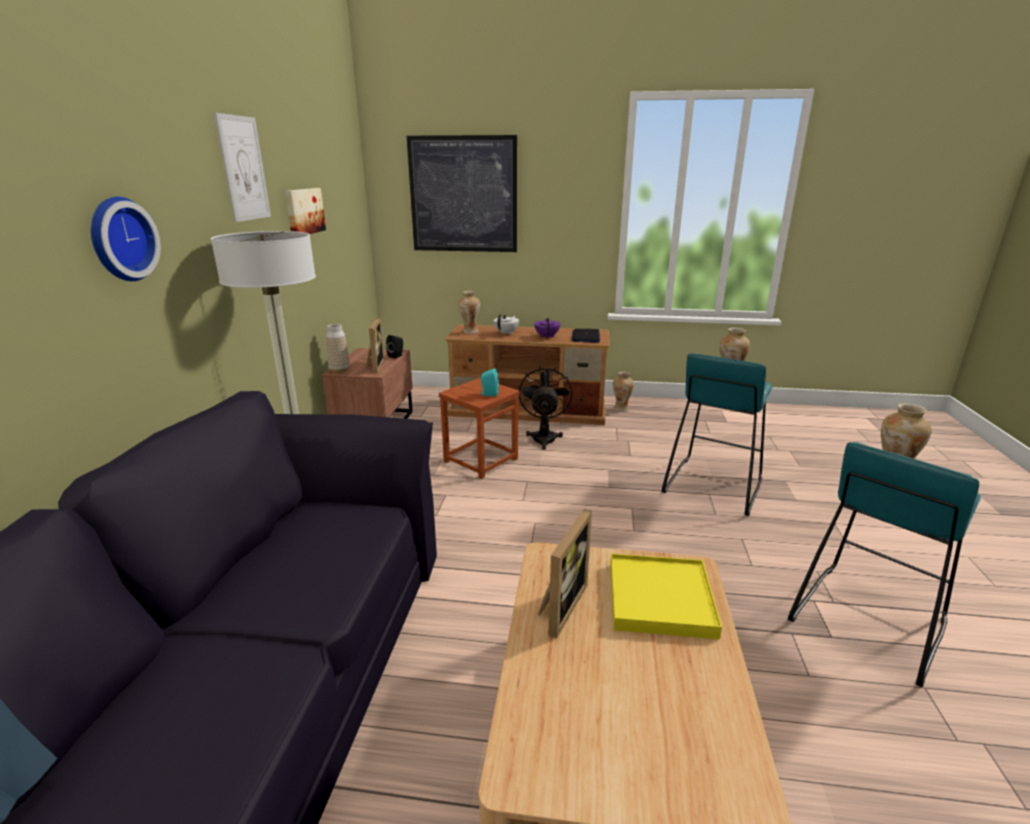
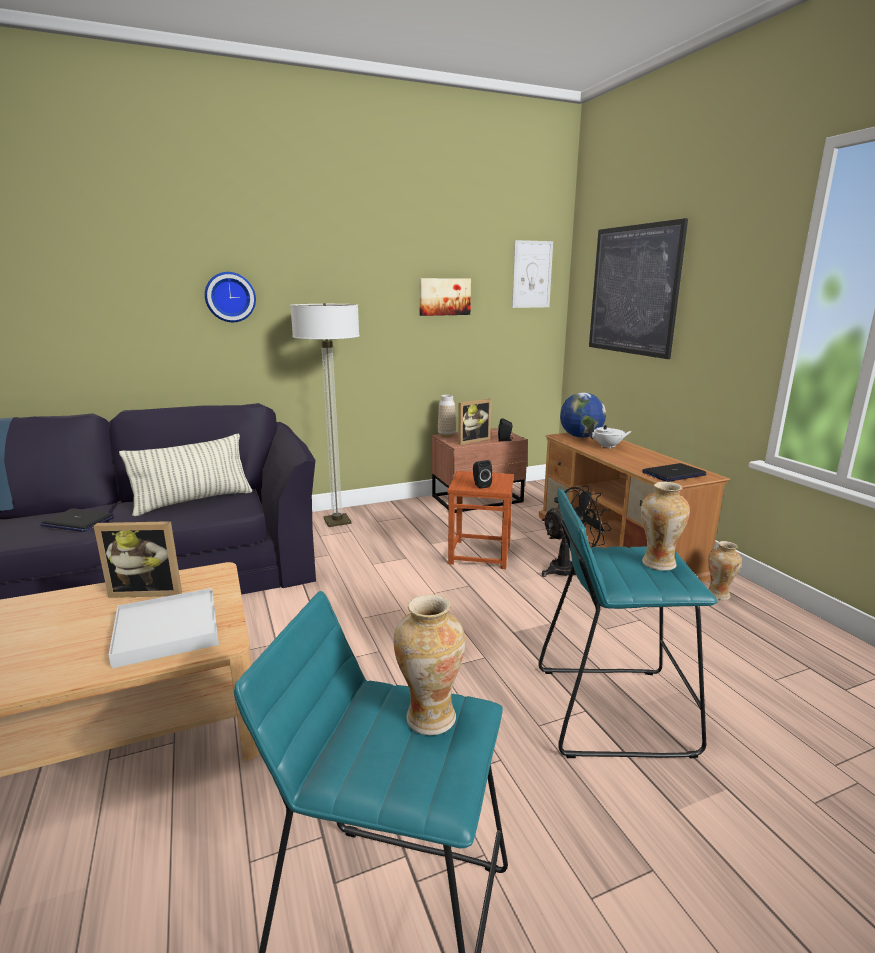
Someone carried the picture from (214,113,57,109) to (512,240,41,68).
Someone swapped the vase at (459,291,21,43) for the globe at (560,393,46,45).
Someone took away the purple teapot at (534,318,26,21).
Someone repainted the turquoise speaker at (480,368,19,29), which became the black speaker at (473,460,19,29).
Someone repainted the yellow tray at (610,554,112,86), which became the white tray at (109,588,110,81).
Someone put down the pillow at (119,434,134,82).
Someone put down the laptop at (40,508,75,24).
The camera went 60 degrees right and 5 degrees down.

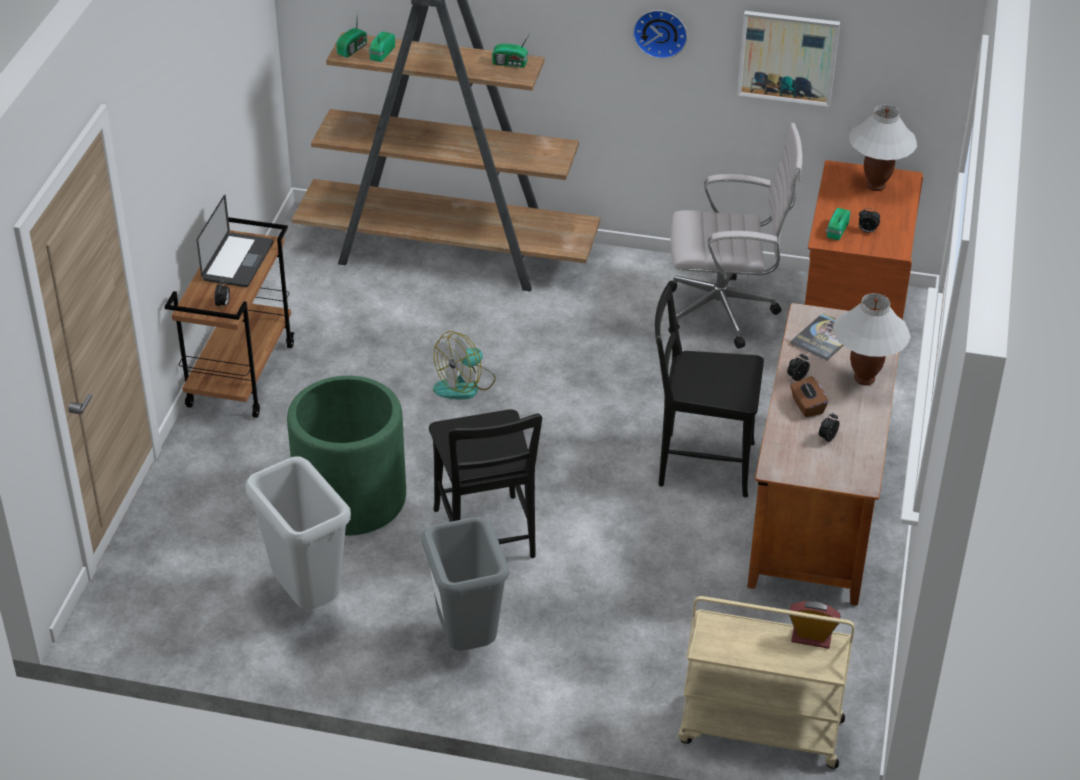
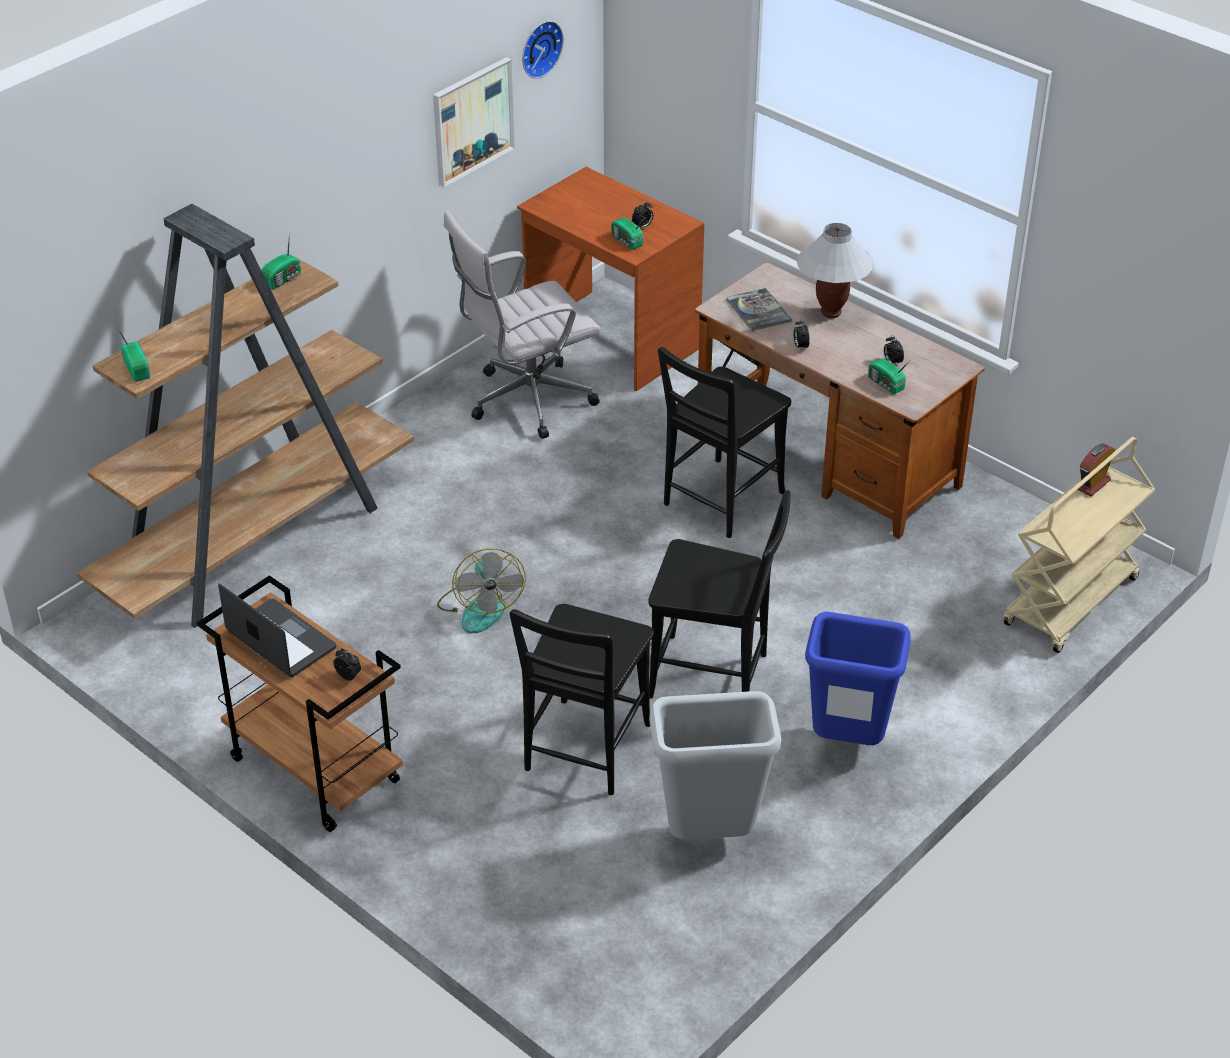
Someone carried the wall clock from (633,10,55,49) to (522,21,42,57).
Someone carried the radio from (369,32,26,30) to (868,359,42,35).
Someone took away the white table lamp at (849,105,68,86).
Someone rotated the white office chair at (667,123,136,226) by 150 degrees counterclockwise.
Someone swapped the green planter at (287,376,119,160) for the black chair at (510,604,144,191).
Someone took away the brown tissue box at (790,376,38,41).
Someone repainted the grey trash can at (421,517,89,134), which became the blue trash can at (805,612,106,133).
The camera went 60 degrees left and 0 degrees up.

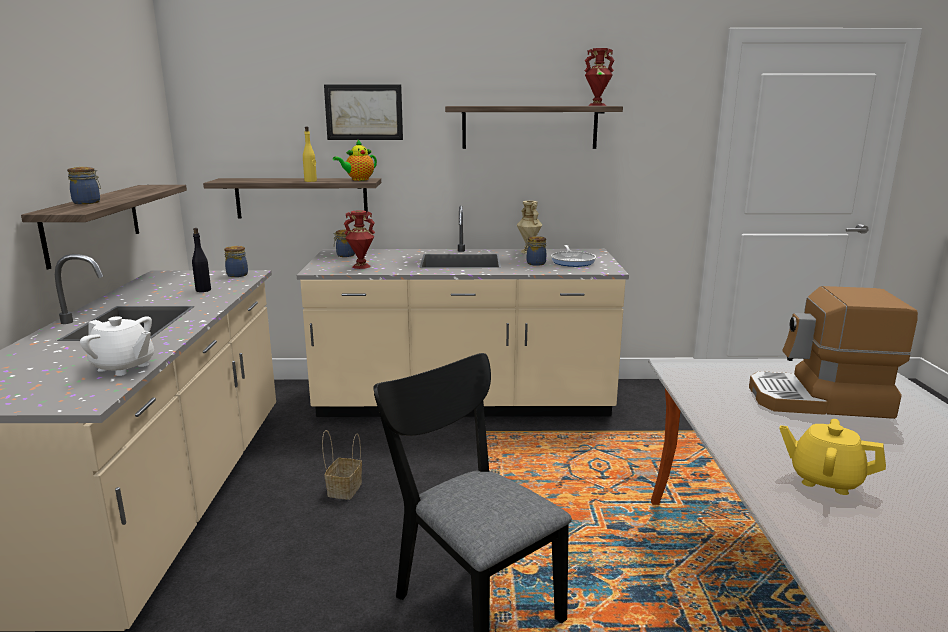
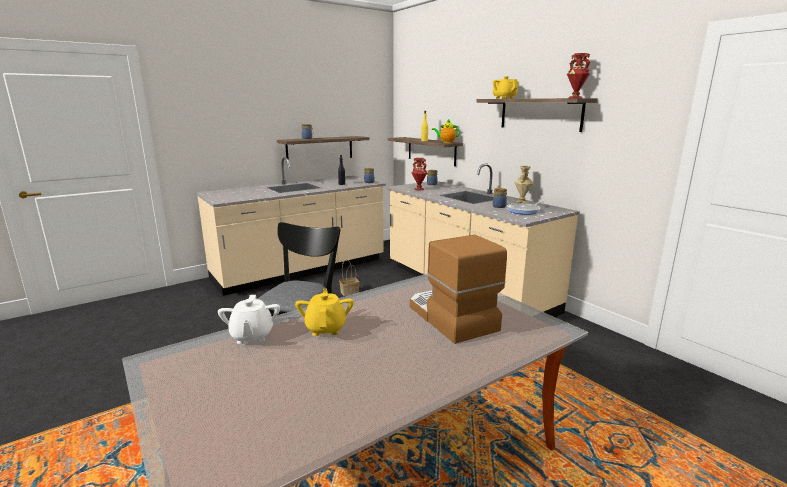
Someone took away the picture at (324,85,79,55).
Someone carried the white teapot from (80,316,74,60) to (218,295,62,49).
Someone put down the yellow teapot at (493,76,25,23).
The camera went 55 degrees right and 0 degrees up.

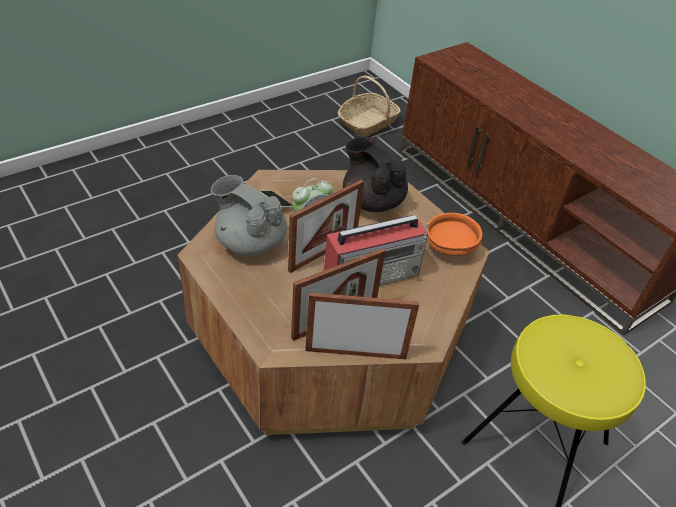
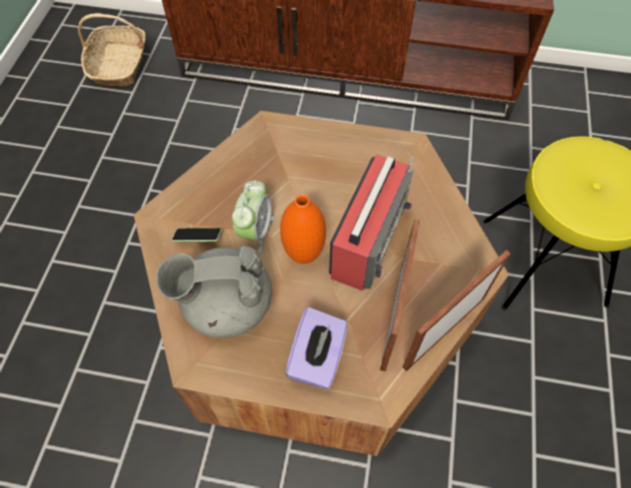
Someone took away the black teapot at (343,136,65,76).
Someone swapped the picture frame at (288,179,76,94) for the orange vase at (280,195,46,69).
Someone took away the orange bowl at (427,213,56,43).
Someone put down the purple tissue box at (285,307,62,82).
The camera went 40 degrees left and 15 degrees up.

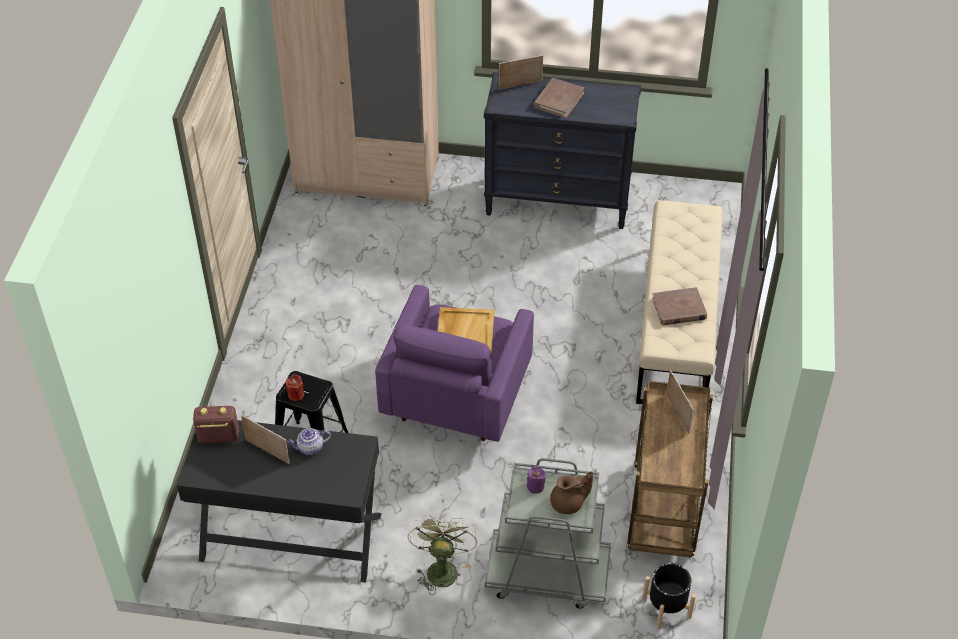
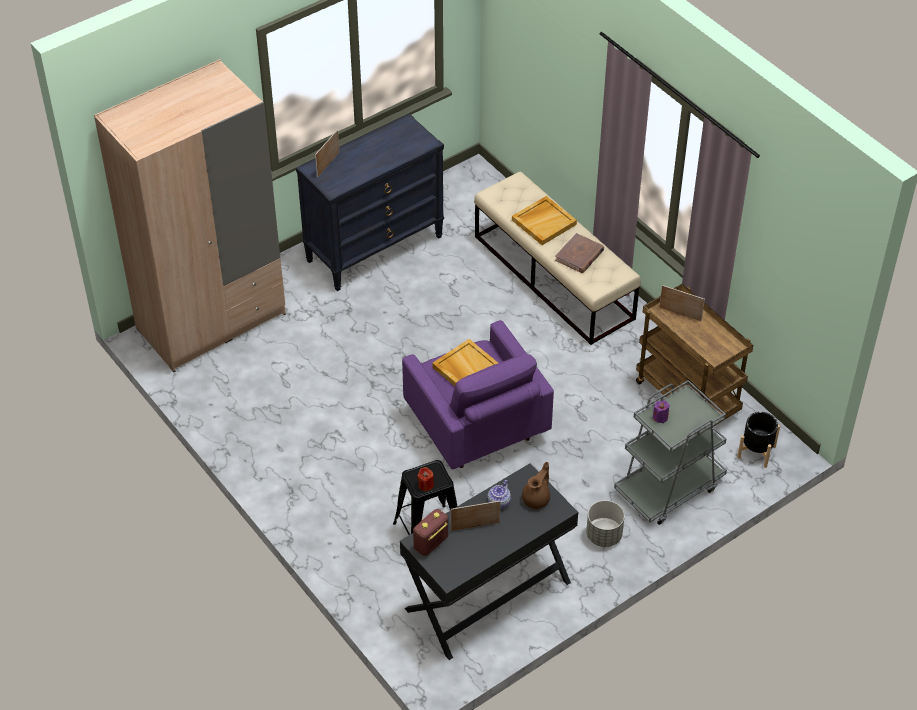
Someone took away the brown book at (533,78,51,40).
Someone carried the brown teapot from (550,472,43,42) to (522,462,28,47).
Someone swapped the green fan at (408,513,70,82) for the grey planter at (586,500,39,47).
Someone put down the beige tray at (512,196,65,49).
The camera went 45 degrees left and 0 degrees up.

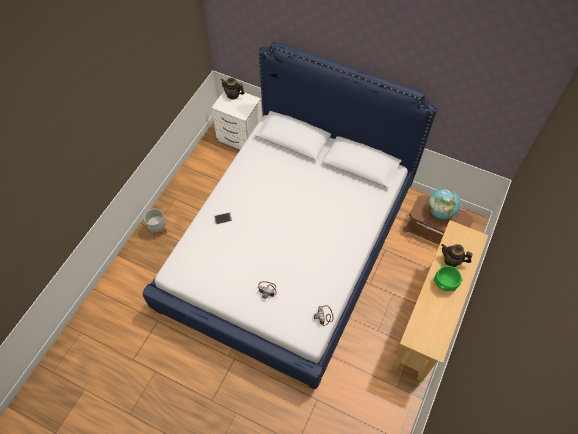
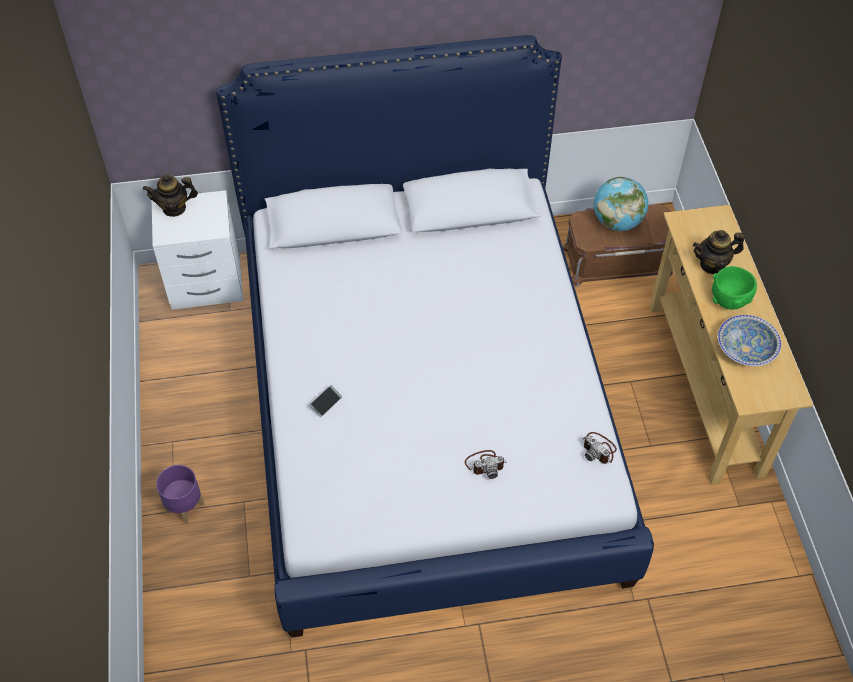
Someone repainted the grey planter at (144,209,23,29), which became the purple planter at (156,465,48,59).
Someone put down the bowl at (718,315,63,51).
The camera went 35 degrees left and 5 degrees down.

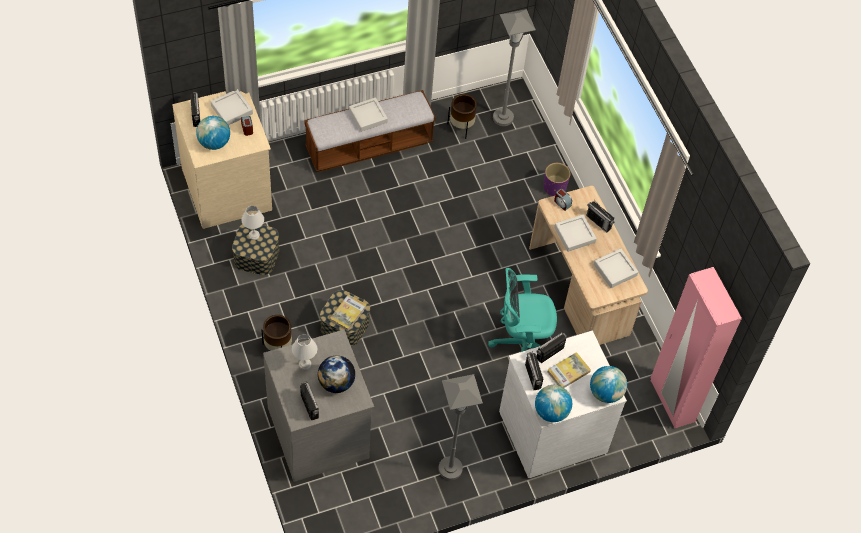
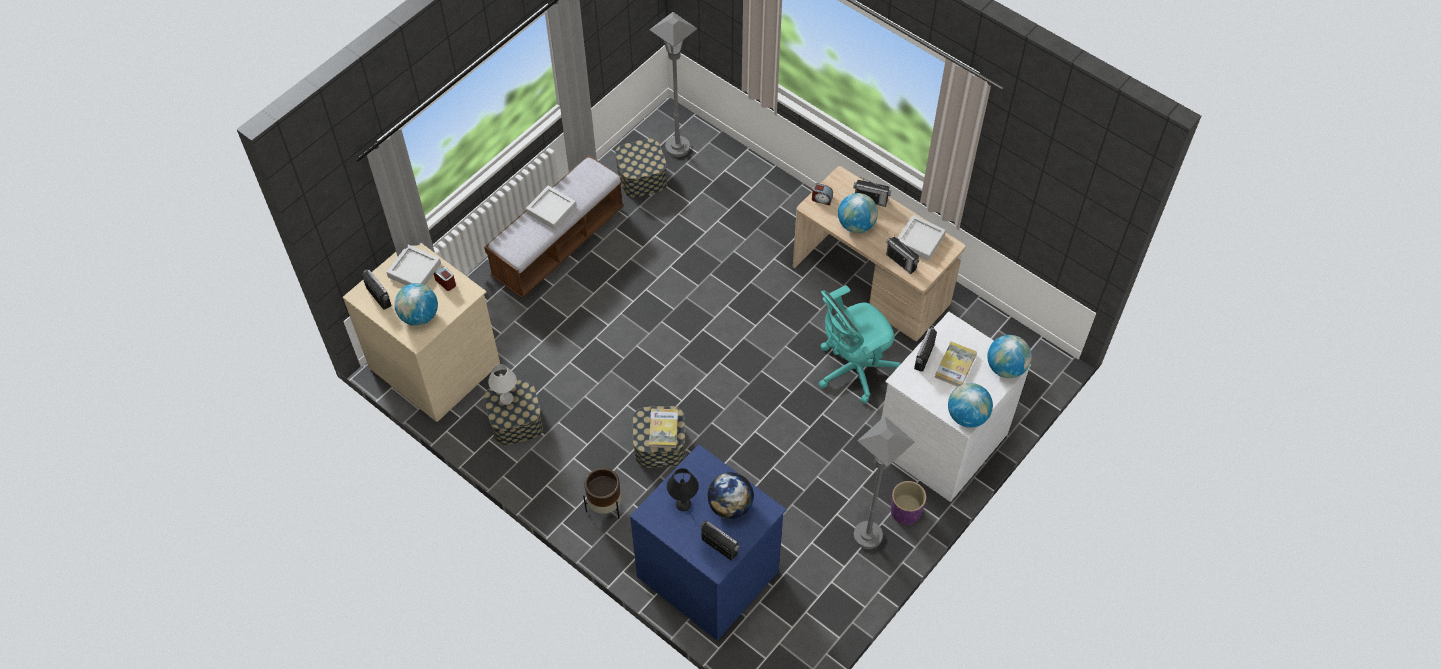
Someone swapped the brown planter at (447,94,30,45) for the storage box at (615,139,52,59).
Someone carried the purple planter from (543,163,27,33) to (891,481,35,44).
Someone swapped the grey tray at (554,214,43,38) for the globe at (838,193,40,40).
Someone took away the pink wardrobe at (651,267,91,162).
Someone repainted the grey dresser at (263,330,111,152), which became the blue dresser at (630,444,156,197).
Someone repainted the white table lamp at (292,334,25,36), which became the black table lamp at (667,468,32,43).
Someone carried the radio from (525,351,18,39) to (886,235,33,39).
The camera went 25 degrees left and 0 degrees up.

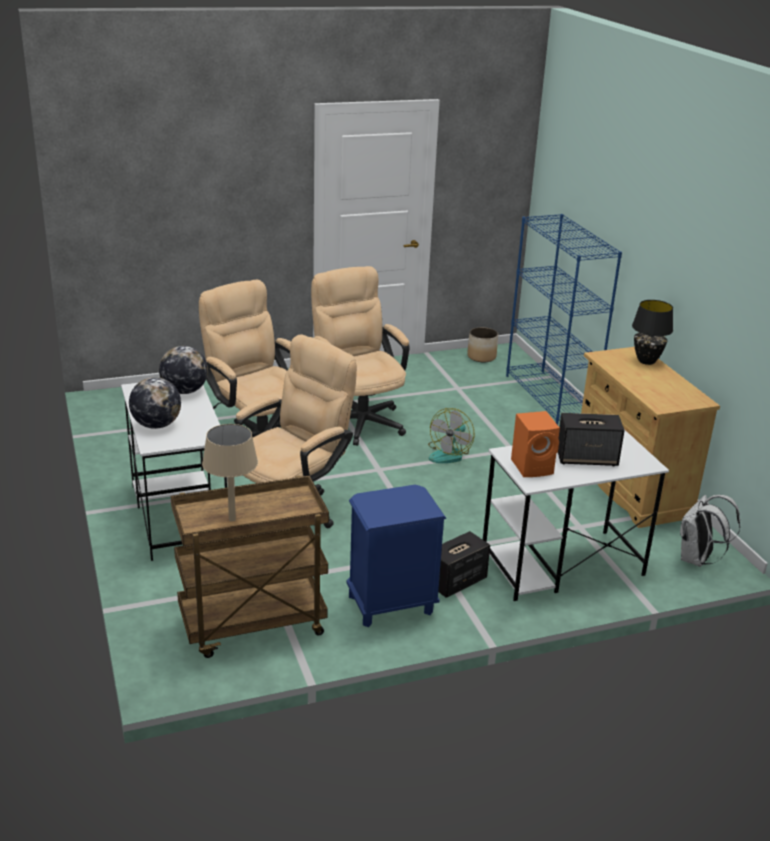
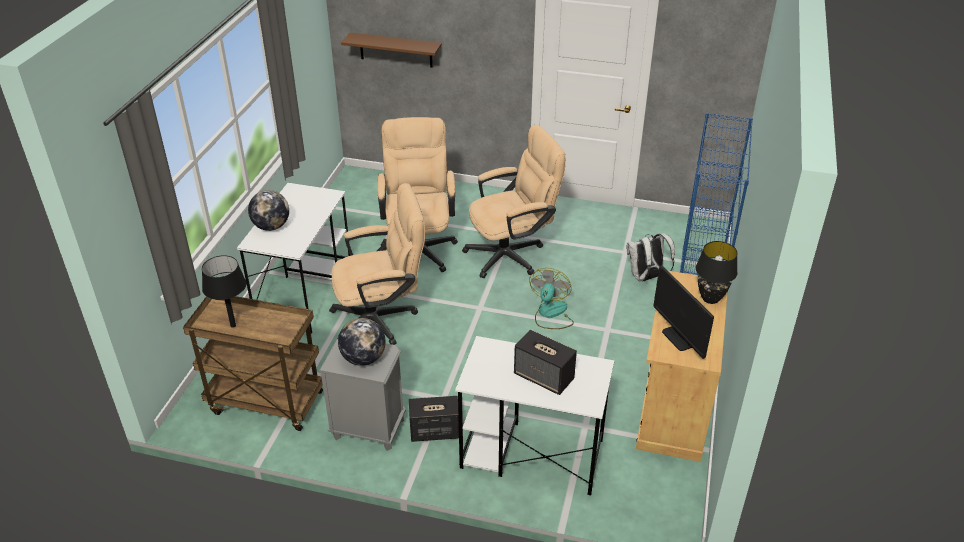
Someone rotated the beige office chair at (311,266,99,180) by 60 degrees clockwise.
Someone took away the planter at (467,327,31,35).
Someone carried the globe from (159,346,49,48) to (338,318,48,48).
Someone rotated the fan at (428,408,46,55) by 135 degrees clockwise.
Someone took away the orange speaker at (511,411,49,66).
Someone repainted the beige table lamp at (202,424,56,98), which became the black table lamp at (202,255,44,73).
Someone repainted the blue nightstand at (347,485,99,142), which became the grey nightstand at (319,339,87,112).
Someone carried the white backpack from (680,495,60,72) to (627,233,48,49).
Someone put up the brown shelf at (341,32,101,35).
Someone put down the monitor at (653,265,61,94).
The camera went 35 degrees right and 10 degrees up.

